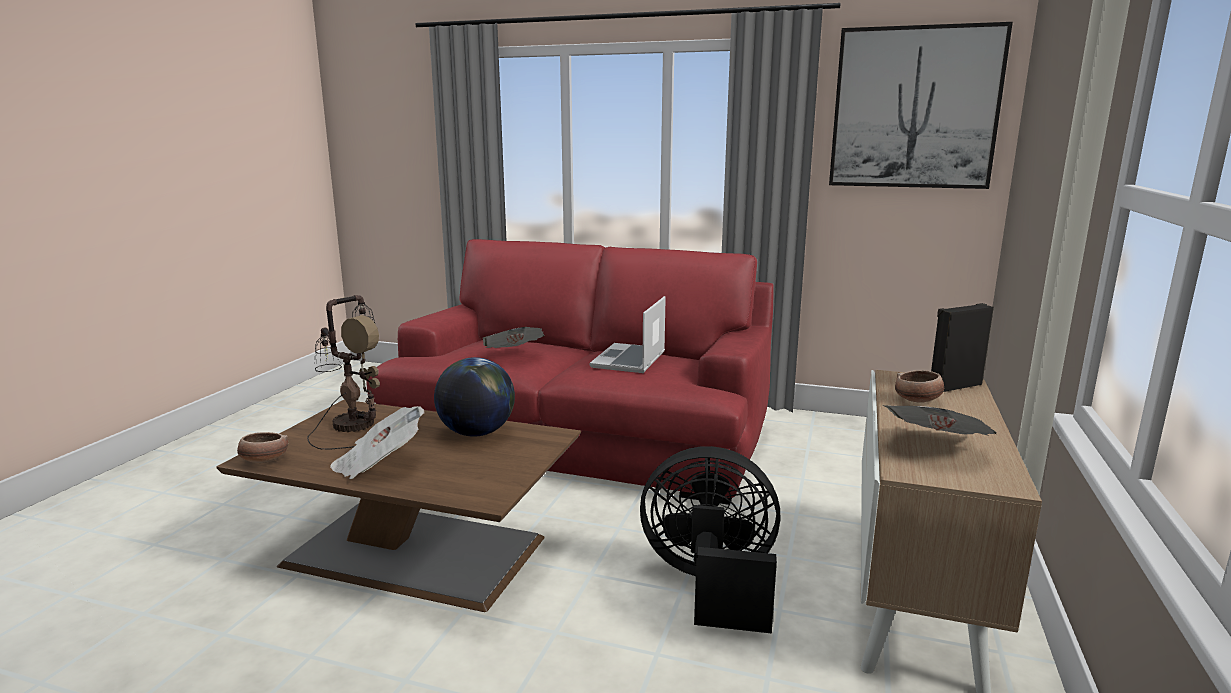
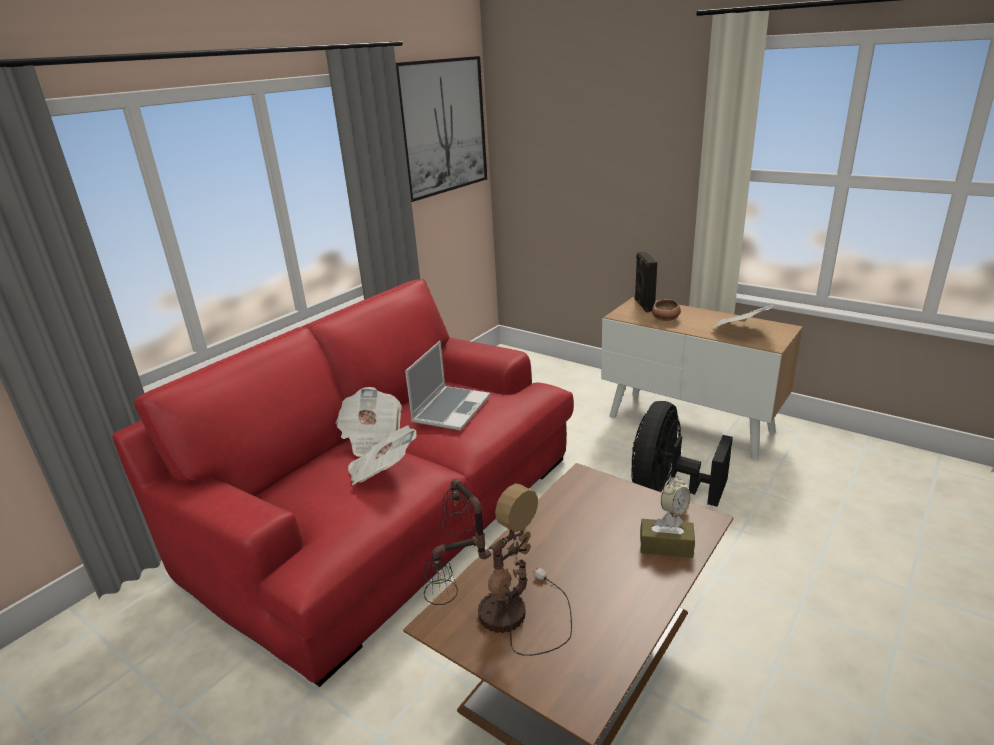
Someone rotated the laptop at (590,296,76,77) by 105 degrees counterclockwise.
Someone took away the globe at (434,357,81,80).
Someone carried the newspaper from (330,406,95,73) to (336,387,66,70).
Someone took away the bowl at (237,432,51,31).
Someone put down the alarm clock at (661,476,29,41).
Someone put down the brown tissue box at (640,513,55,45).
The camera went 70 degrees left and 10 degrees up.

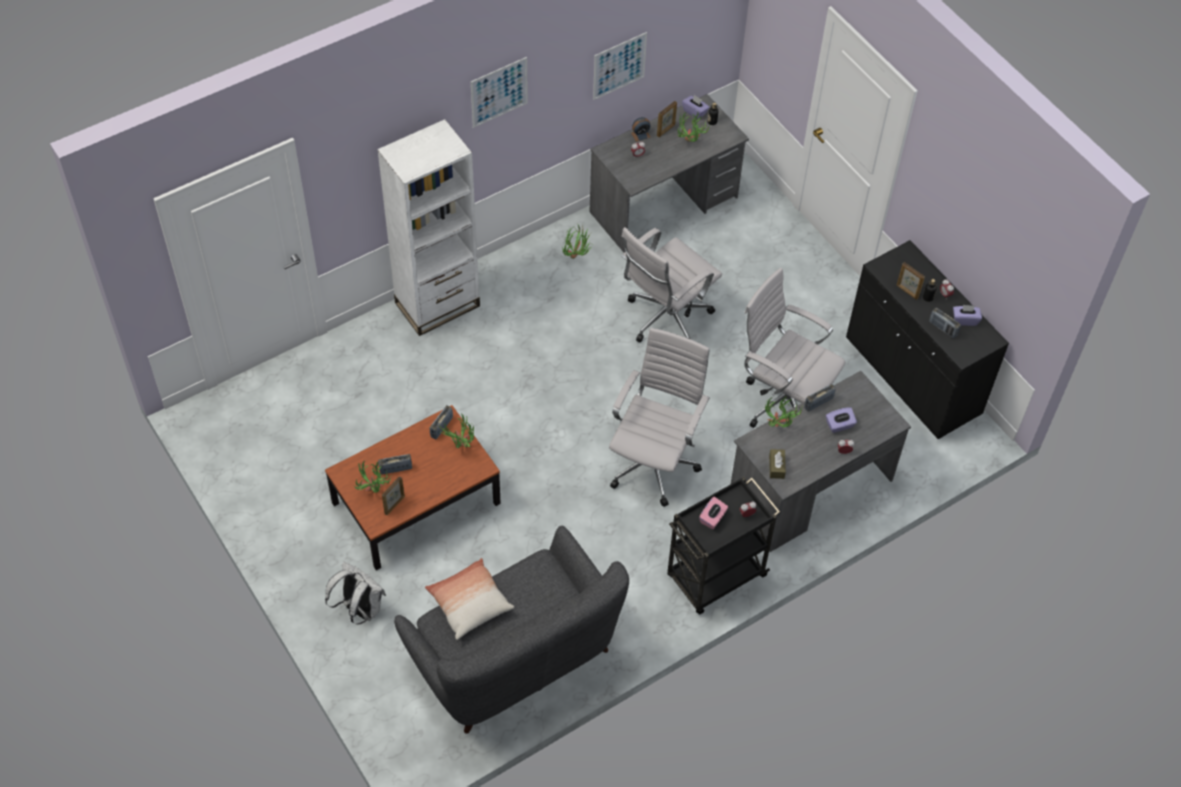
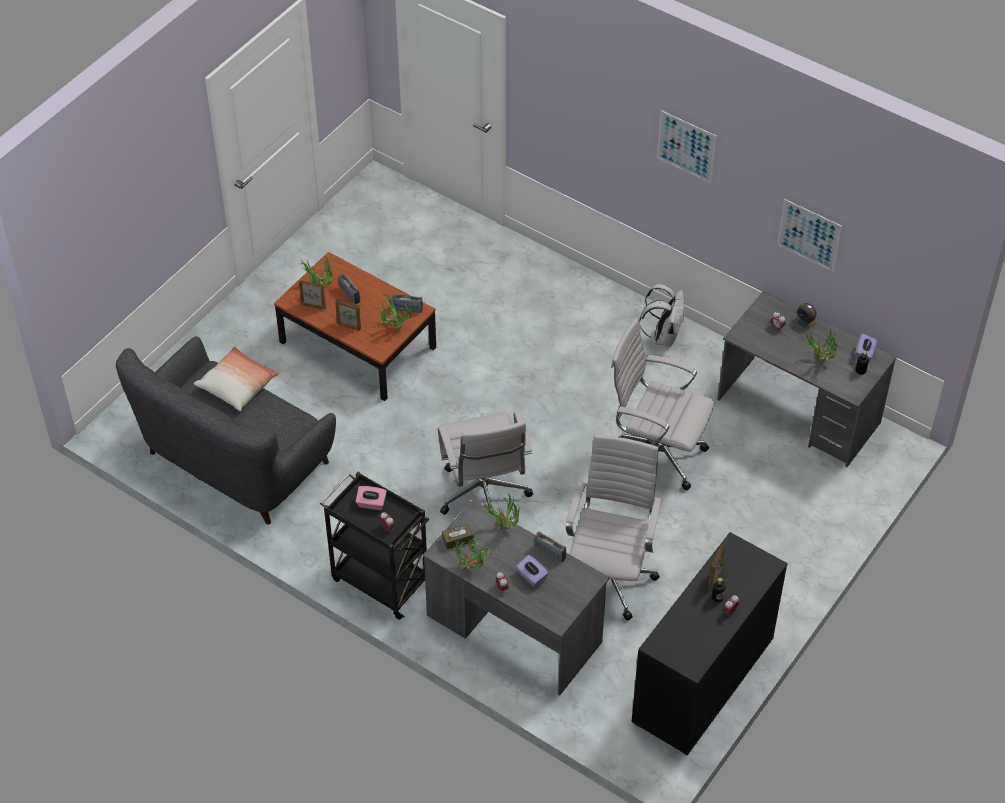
Someone carried the picture frame from (657,101,20,36) to (335,299,26,31).
Someone took away the white bookcase at (377,119,103,217).
Someone carried the potted plant from (563,225,28,34) to (454,535,39,34).
Someone took away the purple tissue box at (953,305,29,21).
Someone took away the radio at (929,308,32,30).
Someone rotated the white office chair at (609,328,101,179) by 75 degrees clockwise.
Someone carried the white backpack from (325,562,61,63) to (639,284,46,63).
The camera went 70 degrees right and 5 degrees down.

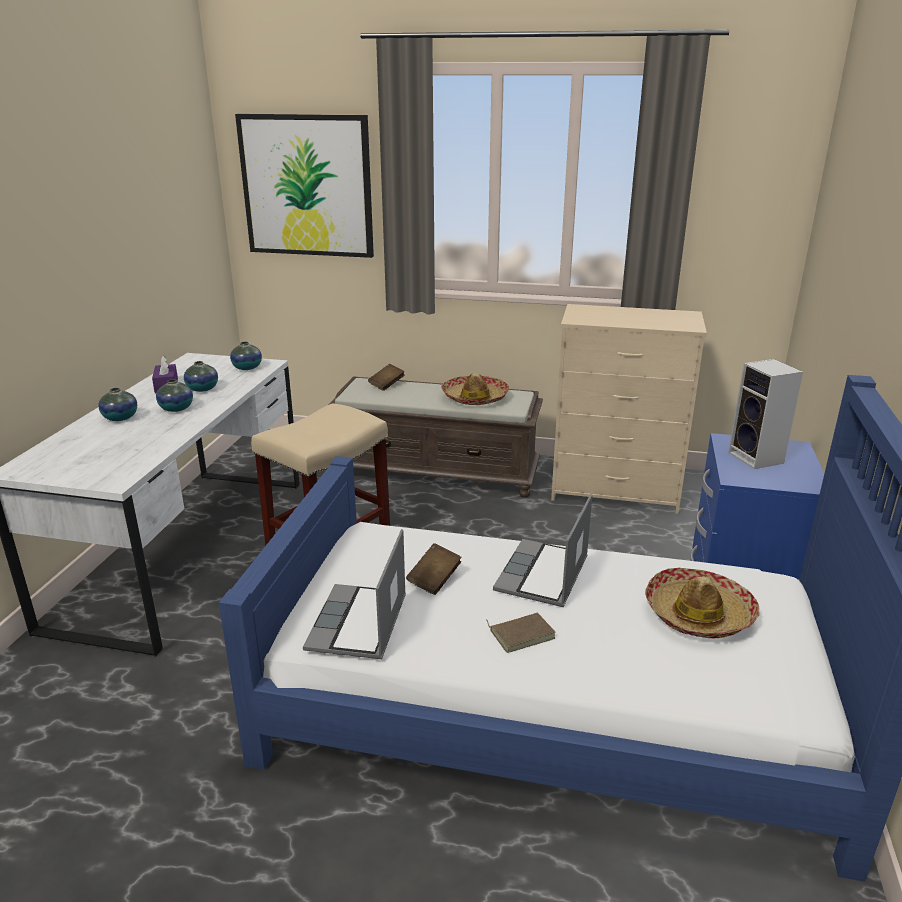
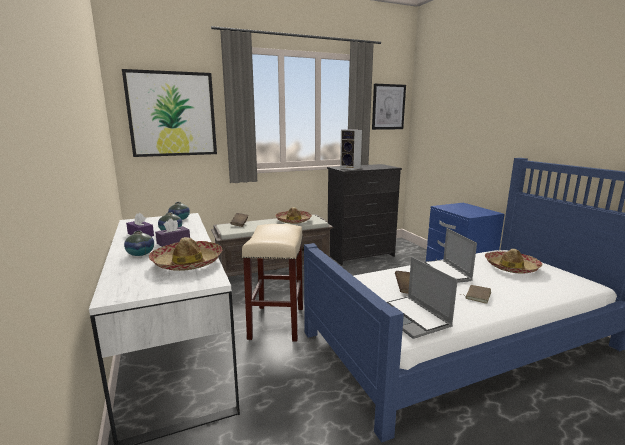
Someone repainted the beige dresser at (551,304,156,210), which became the black dresser at (327,164,75,101).
Someone carried the speaker from (728,359,75,110) to (340,129,22,41).
Someone swapped the vase at (156,379,37,33) for the purple tissue box at (155,218,35,29).
Someone put up the picture at (372,84,34,46).
Someone put down the hat at (149,237,73,34).
The camera went 35 degrees left and 10 degrees down.

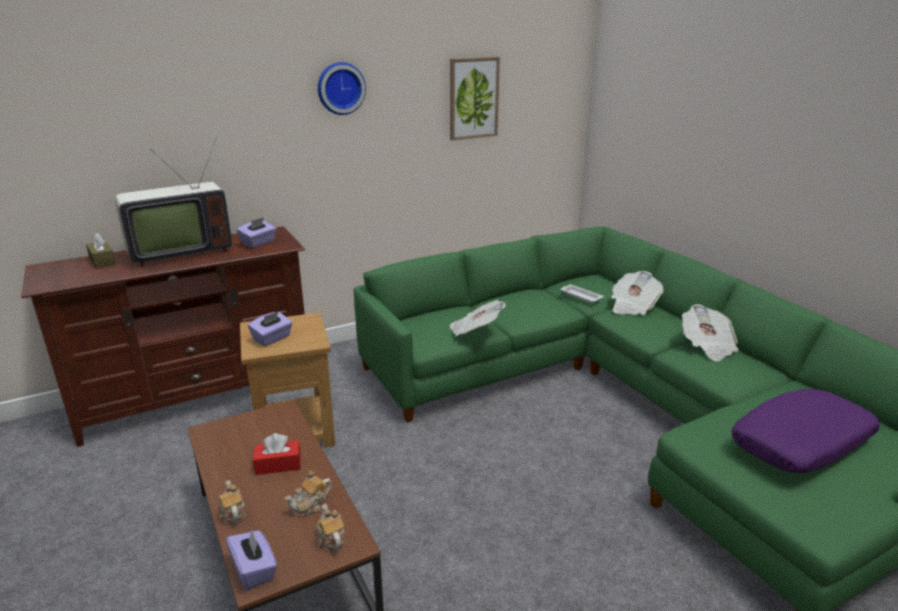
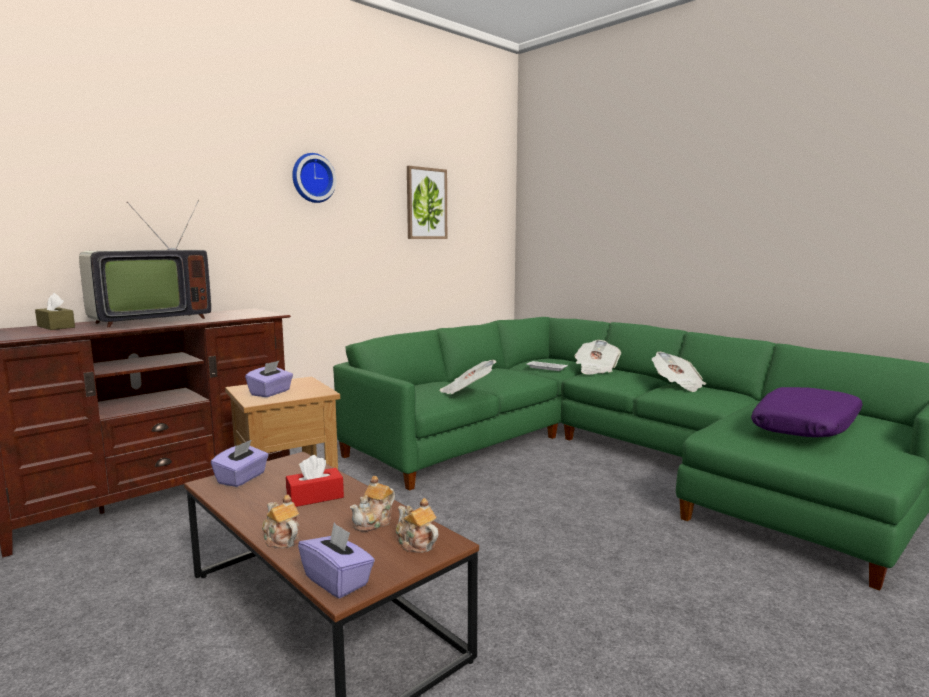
Someone carried the purple tissue box from (237,217,39,31) to (211,440,58,47).
The camera went 15 degrees left and 15 degrees down.

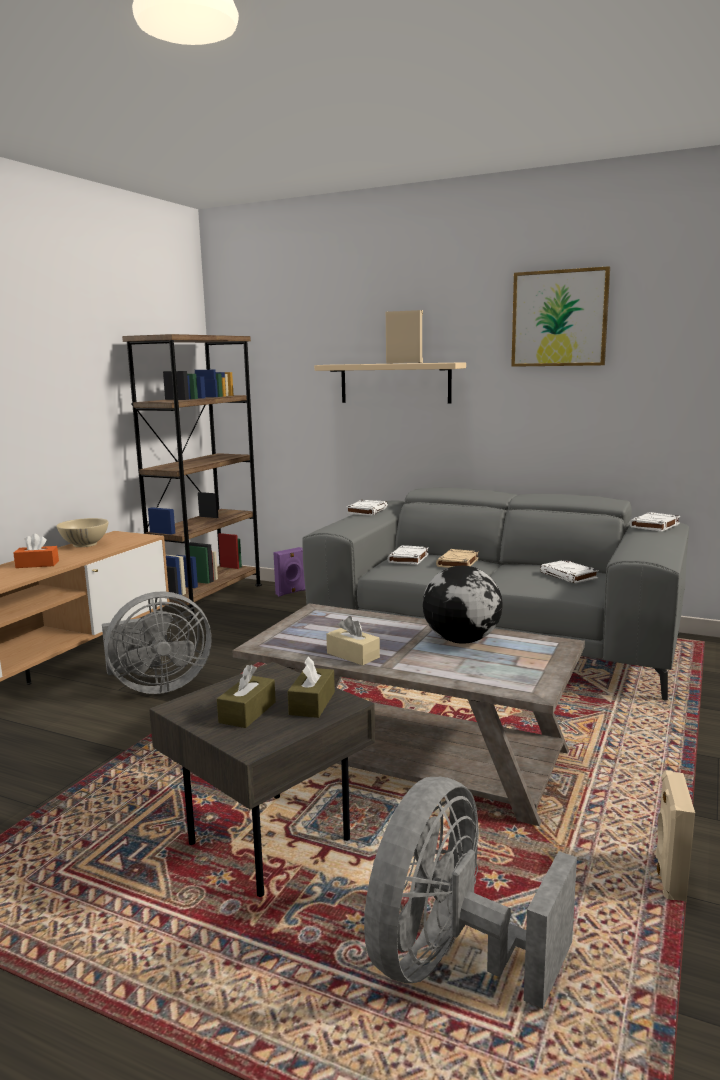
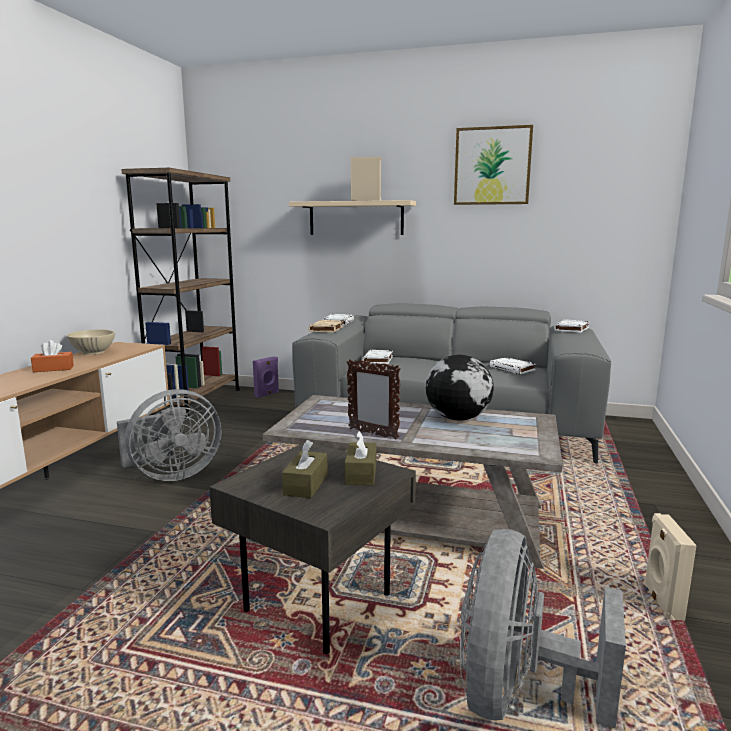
Someone carried the beige book from (436,549,43,19) to (308,320,35,13).
Someone swapped the beige tissue box at (326,616,54,50) for the picture frame at (347,359,54,81).
The camera went 10 degrees left and 0 degrees up.

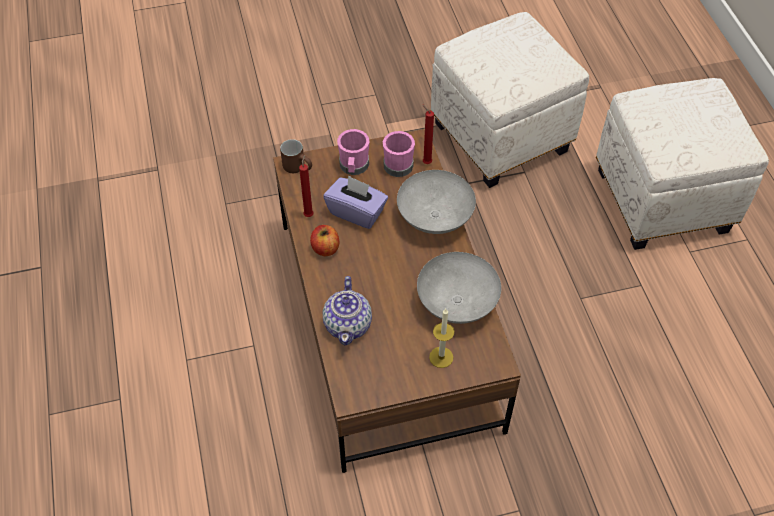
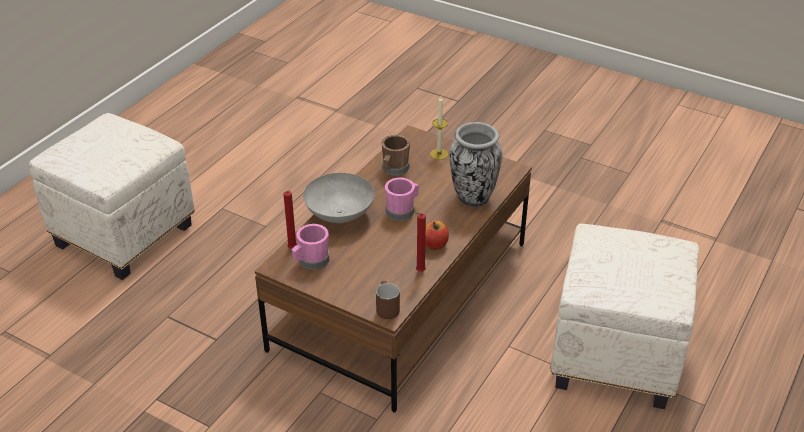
Someone carried the white ottoman from (431,12,158,176) to (550,224,149,185).
Someone carried the pink mug from (337,129,32,46) to (385,177,34,44).
Someone took away the purple tissue box at (323,175,65,54).
Someone swapped the grey bowl at (417,252,84,72) for the brown mug at (381,135,29,41).
Someone swapped the teapot at (323,276,49,70) for the vase at (449,122,53,85).
The camera went 135 degrees left and 15 degrees down.

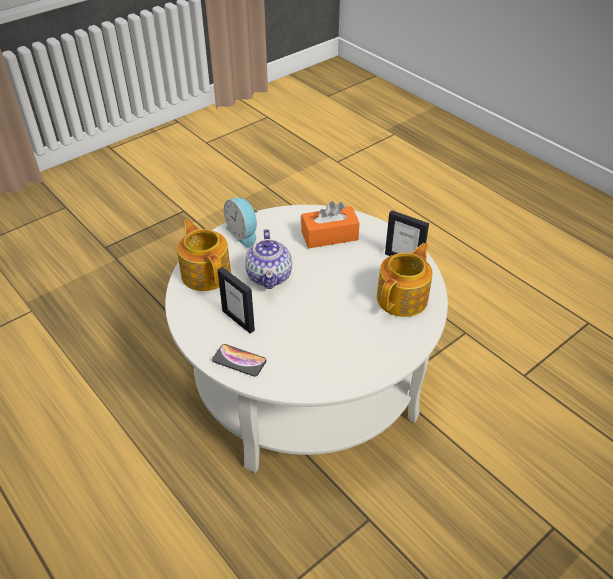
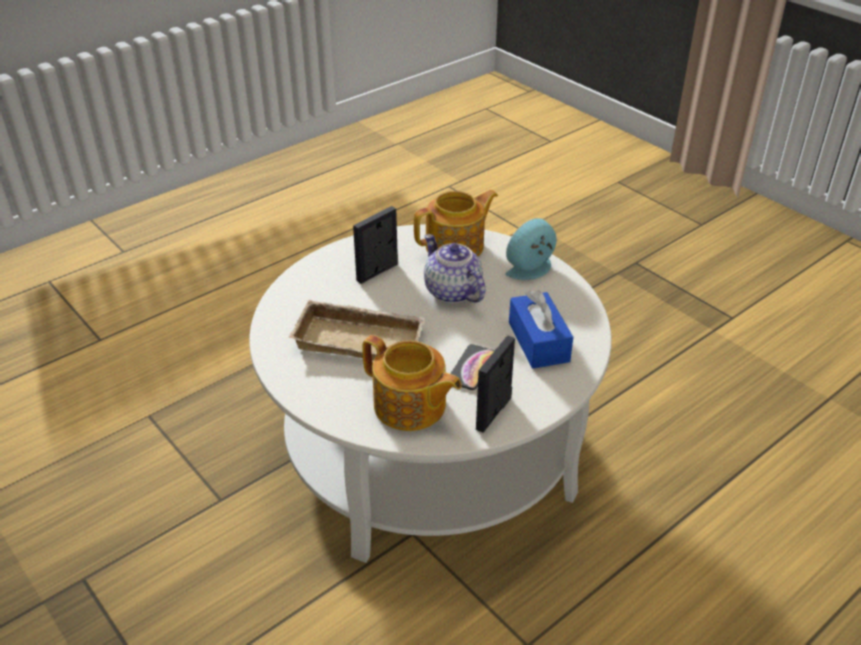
Someone repainted the orange tissue box at (301,201,59,47), which became the blue tissue box at (509,290,64,79).
Someone rotated the teapot at (245,229,47,60) by 60 degrees clockwise.
Someone carried the phone from (212,344,55,33) to (451,344,43,46).
Someone put down the beige tray at (289,300,137,61).
The camera went 90 degrees right and 5 degrees down.

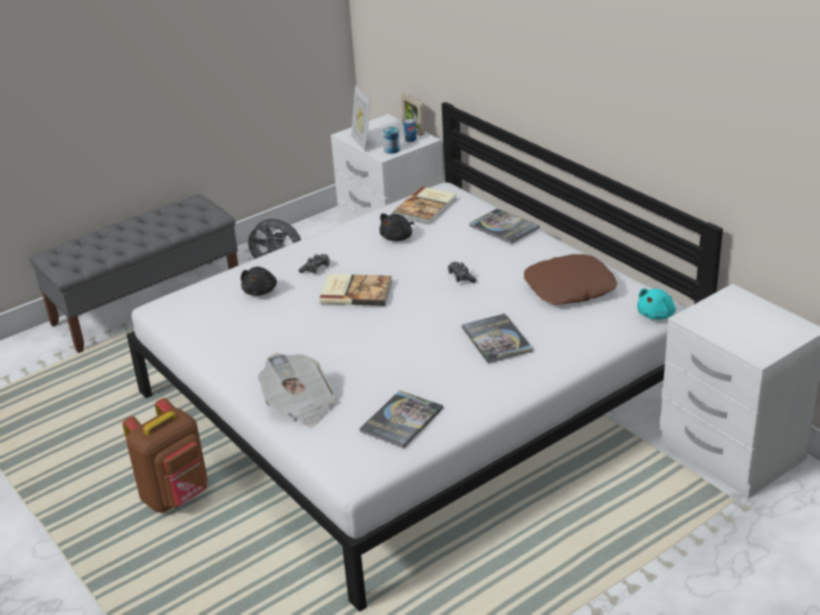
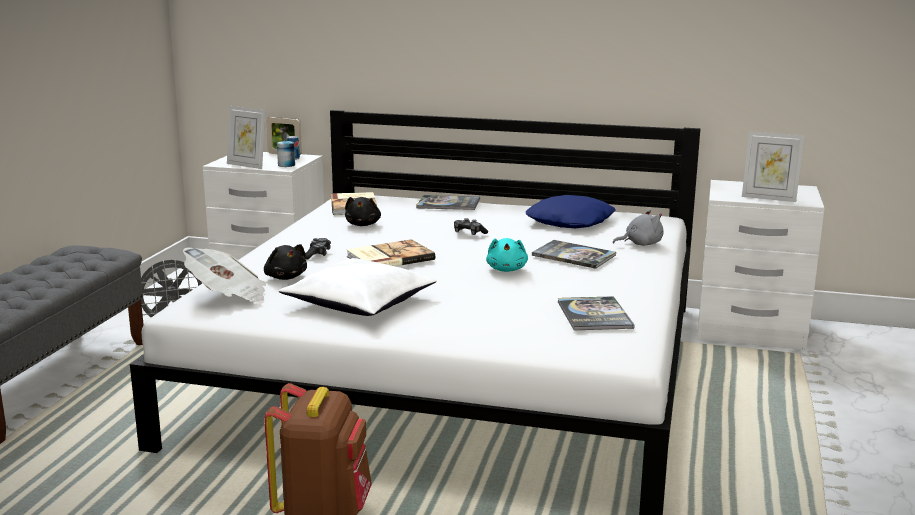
Someone repainted the brown pillow at (524,254,93,51), which became the blue pillow at (526,195,90,33).
Someone carried the turquoise plush toy from (637,288,39,32) to (486,238,42,34).
Someone carried the newspaper from (258,353,79,74) to (183,247,83,56).
Someone put down the picture frame at (742,131,62,71).
Someone put down the grey plush toy at (613,209,51,37).
Someone put down the white pillow at (278,258,159,58).
The camera went 40 degrees left and 15 degrees down.

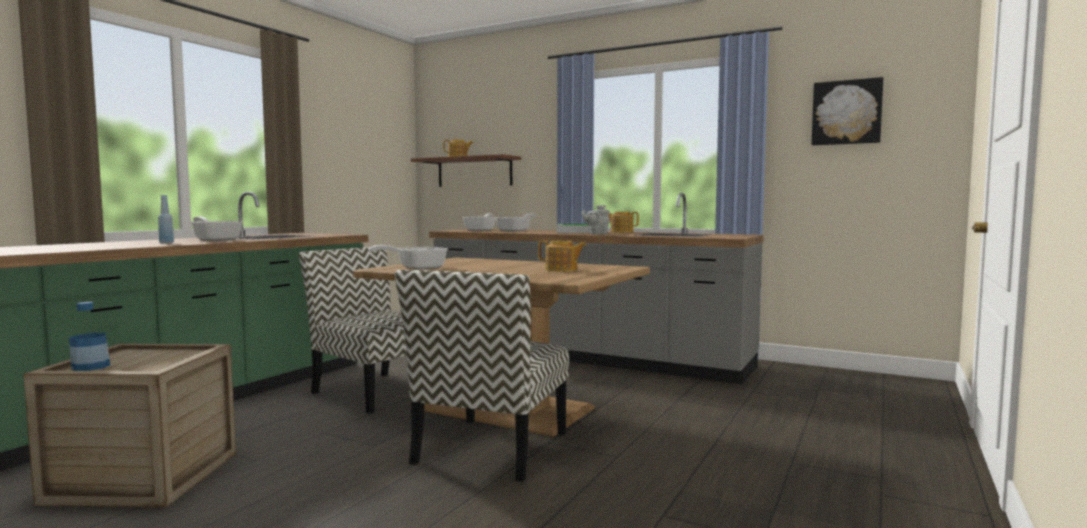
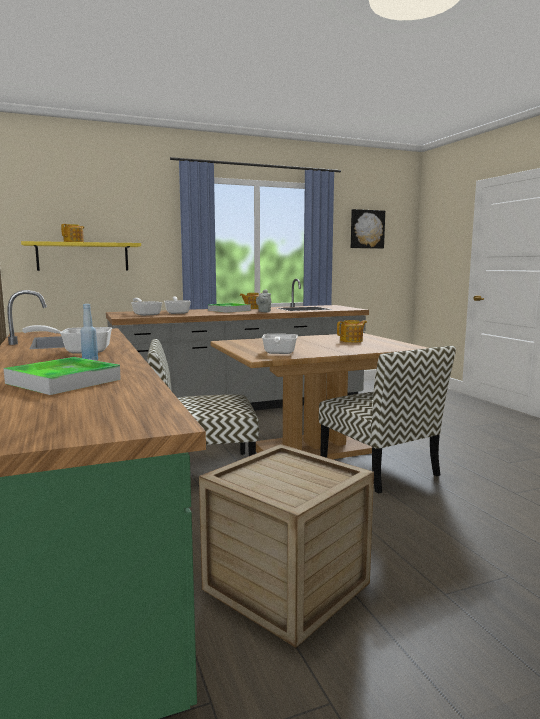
Someone repainted the brown shelf at (411,154,110,33), which became the yellow shelf at (21,241,120,30).
Someone took away the bottle at (69,302,41,69).
Someone put down the tray at (3,357,118,38).
The camera went 50 degrees left and 5 degrees up.

